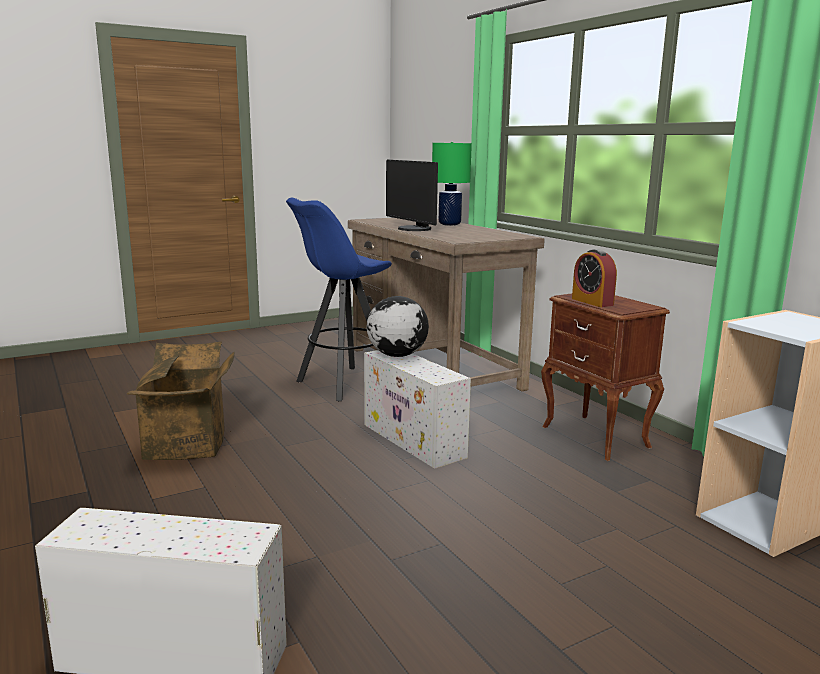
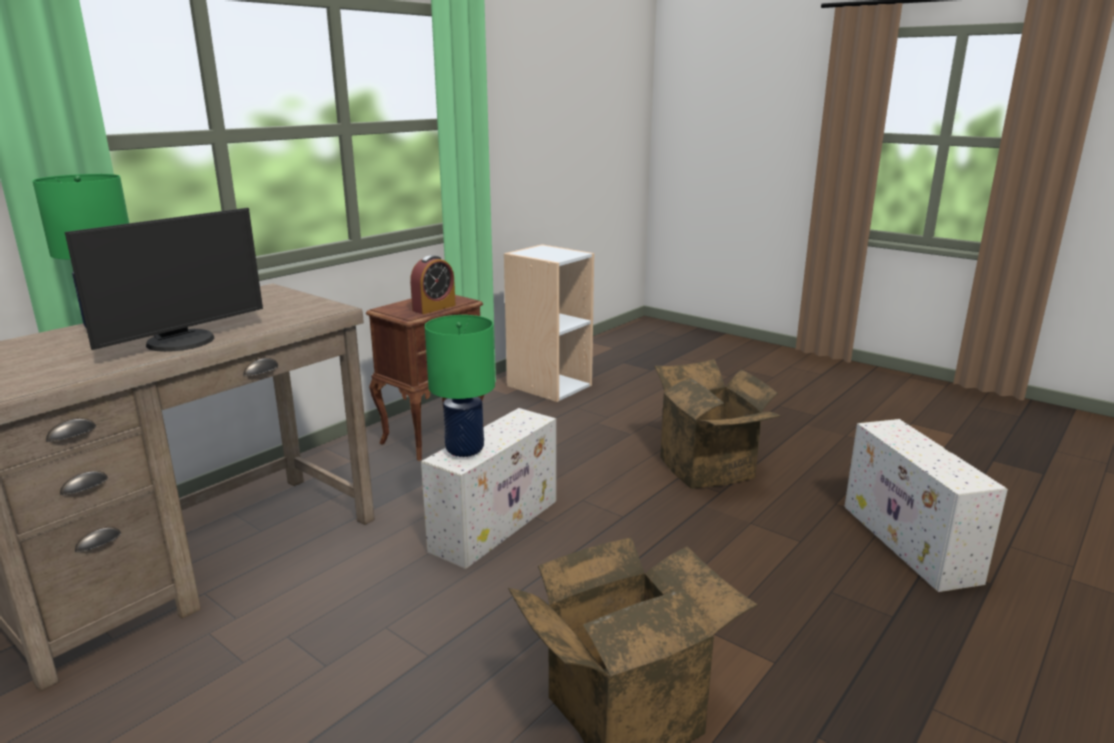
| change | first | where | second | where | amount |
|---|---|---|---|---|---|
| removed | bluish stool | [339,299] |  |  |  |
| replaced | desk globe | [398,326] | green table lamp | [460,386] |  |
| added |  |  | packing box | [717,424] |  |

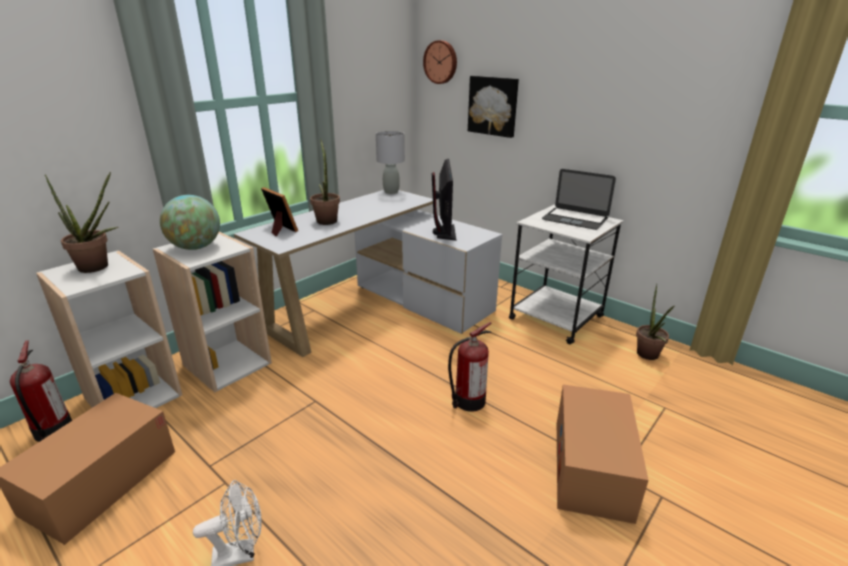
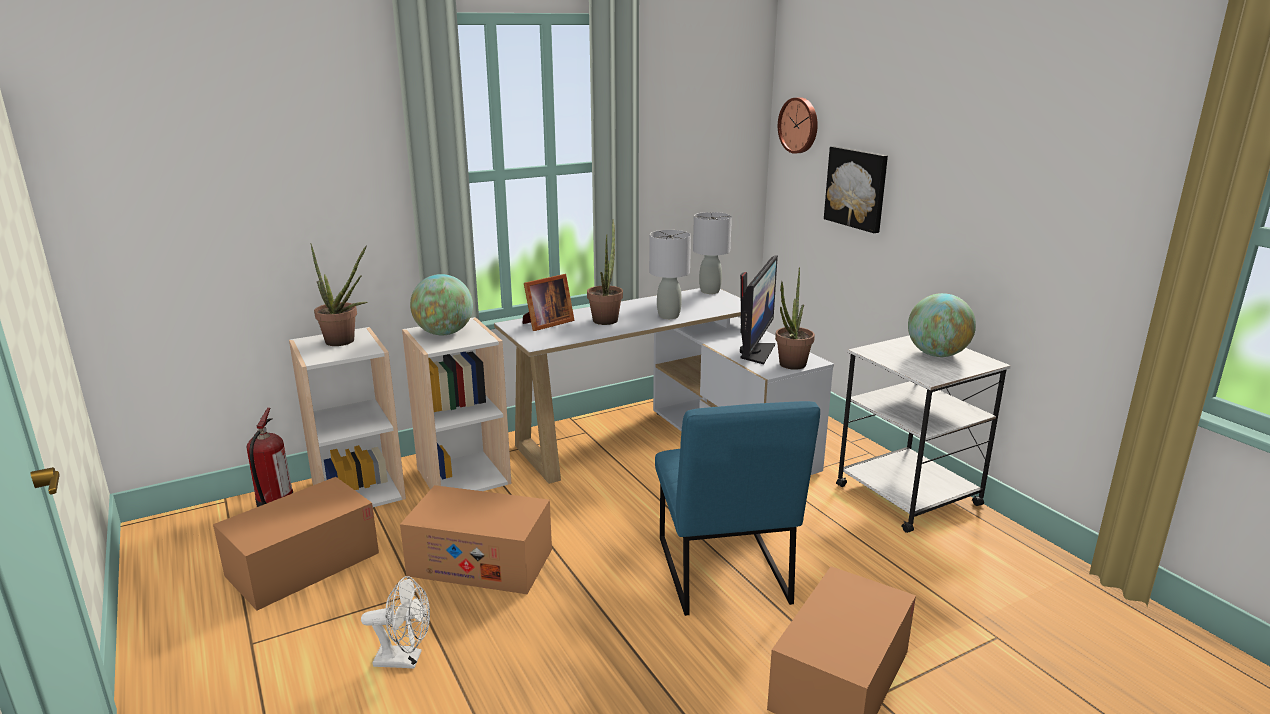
| change | first | where | second | where | amount |
|---|---|---|---|---|---|
| replaced | laptop | [579,199] | desk globe | [942,325] |  |
| turned | photo frame | [279,212] |  | [549,302] | 75 degrees clockwise |
| moved | potted plant | [655,322] |  | [795,318] |  |
| replaced | fire extinguisher | [470,367] | bluish plain chair | [737,508] |  |
| added |  |  | gray table lamp | [670,274] |  |
| added |  |  | packing box | [476,539] |  |

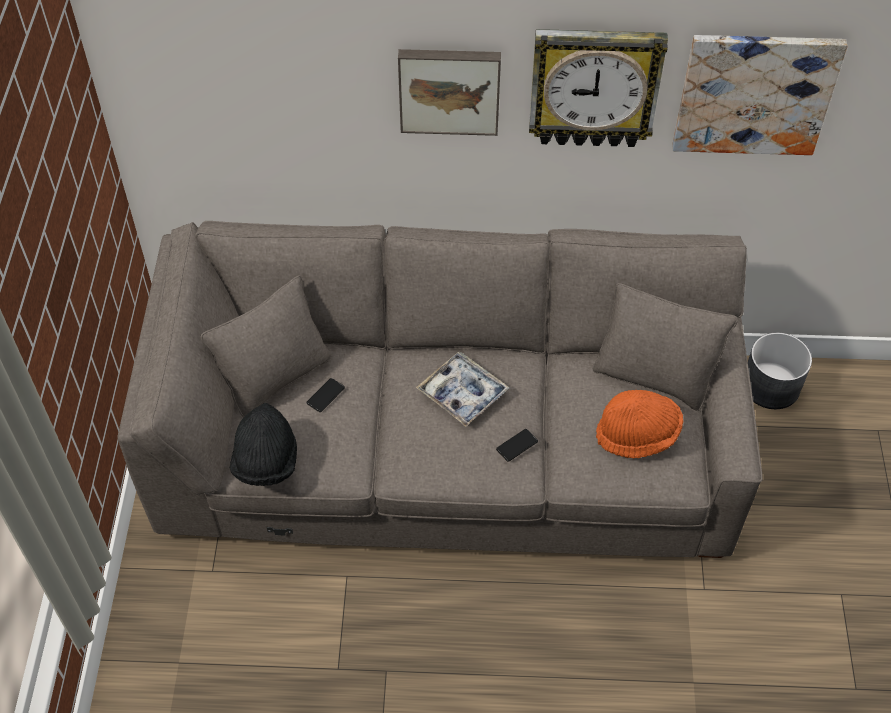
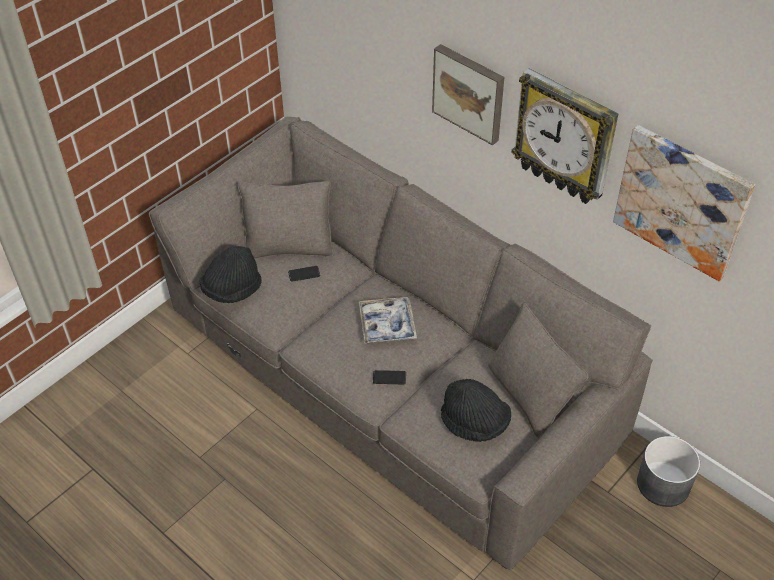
| change | first | where | second | where | amount |
|---|---|---|---|---|---|
| recoloured | orangey hat | [639,424] | blackish hat | [476,410] |  |

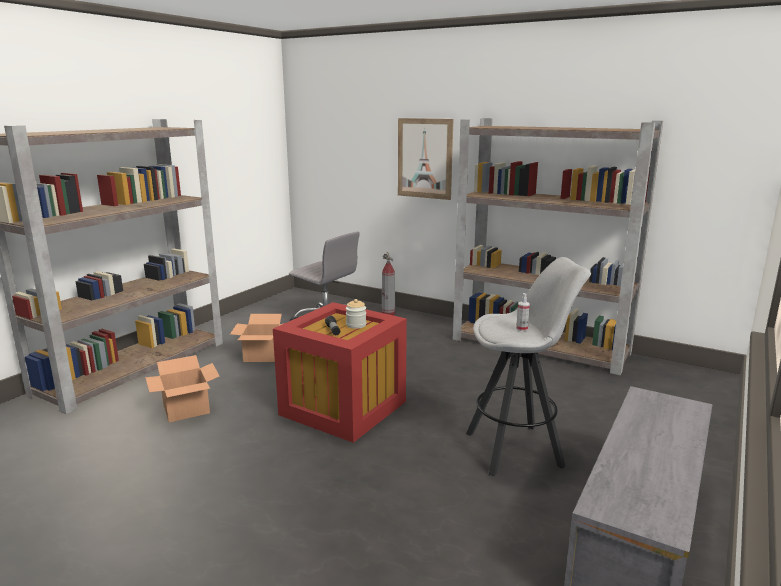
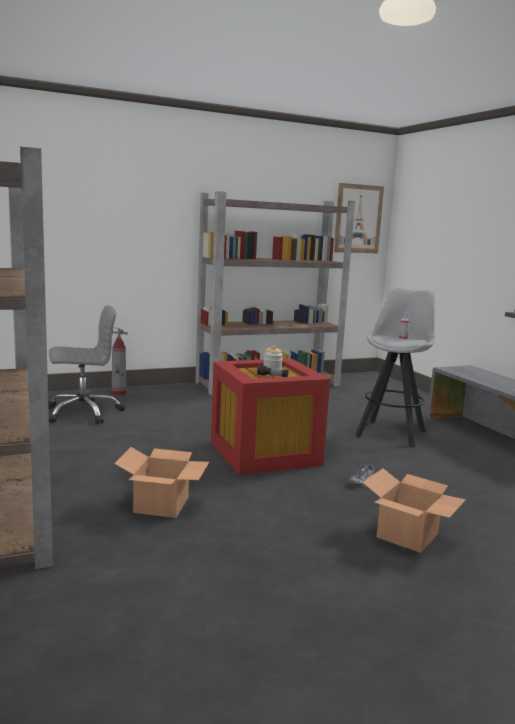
| change | first | where | second | where | amount |
|---|---|---|---|---|---|
| moved | wall picture | [425,159] |  | [359,218] |  |
| moved | packing box | [256,338] |  | [413,510] |  |
| added |  |  | low shoe | [361,474] |  |

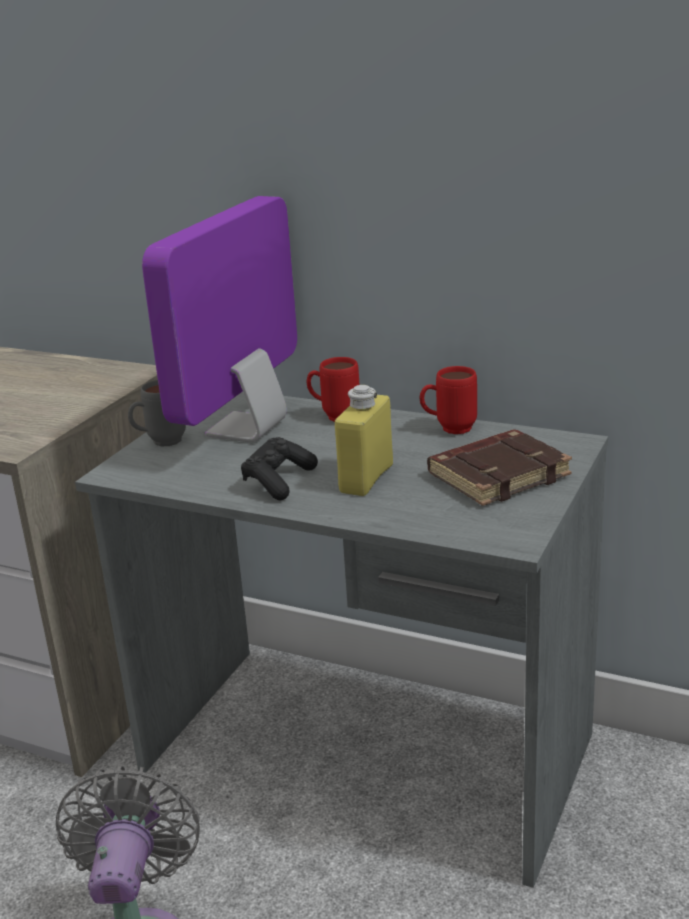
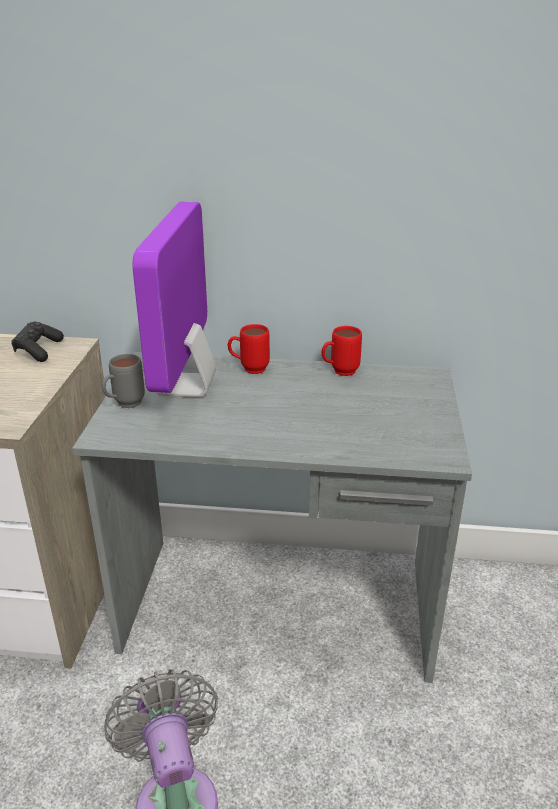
| change | first | where | second | where | amount |
|---|---|---|---|---|---|
| removed | yellow beverage bottle | [364,440] |  |  |  |
| removed | brown-coloured volume | [499,467] |  |  |  |
| moved | blackish gamepad | [279,468] |  | [38,341] |  |

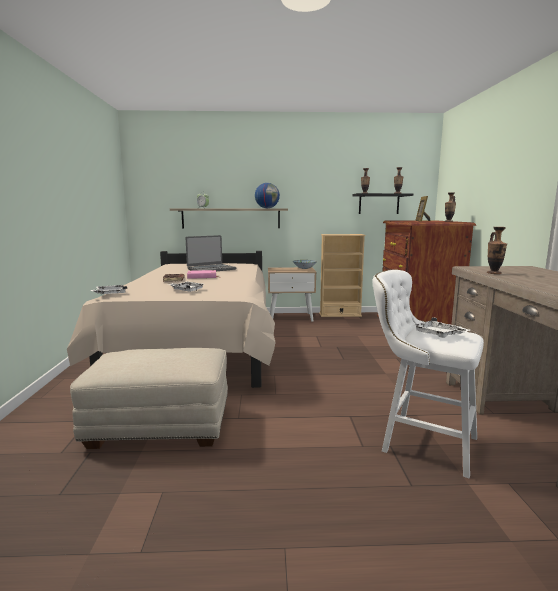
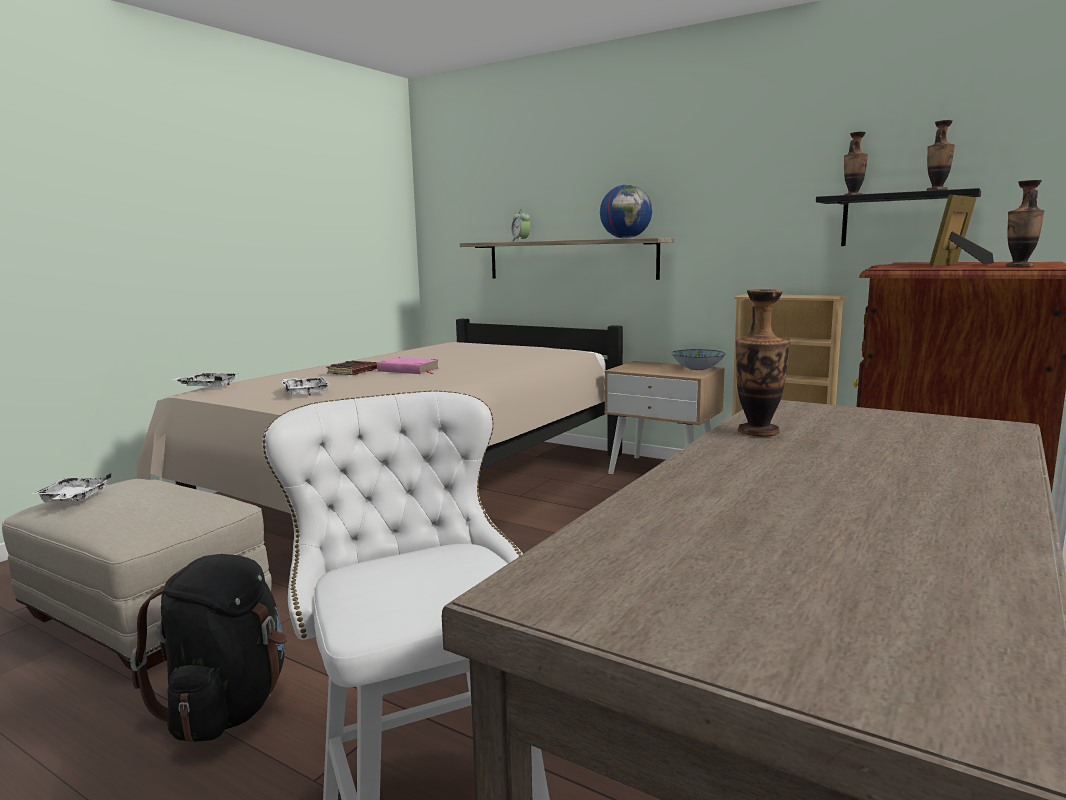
| change | first | where | second | where | amount |
|---|---|---|---|---|---|
| removed | laptop | [211,253] |  |  |  |
| moved | white carrying tray | [442,327] |  | [71,487] |  |
| added |  |  | blackish rucksack | [209,648] |  |

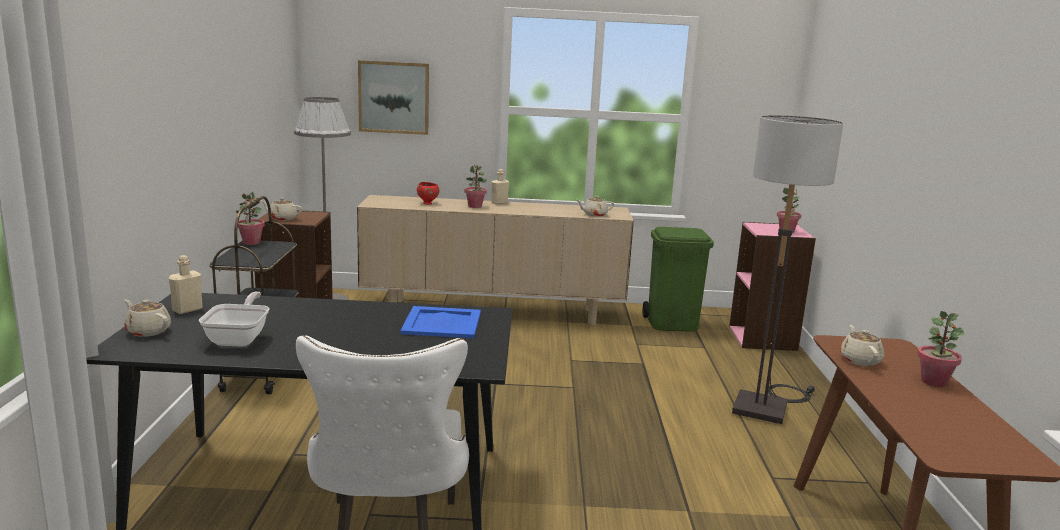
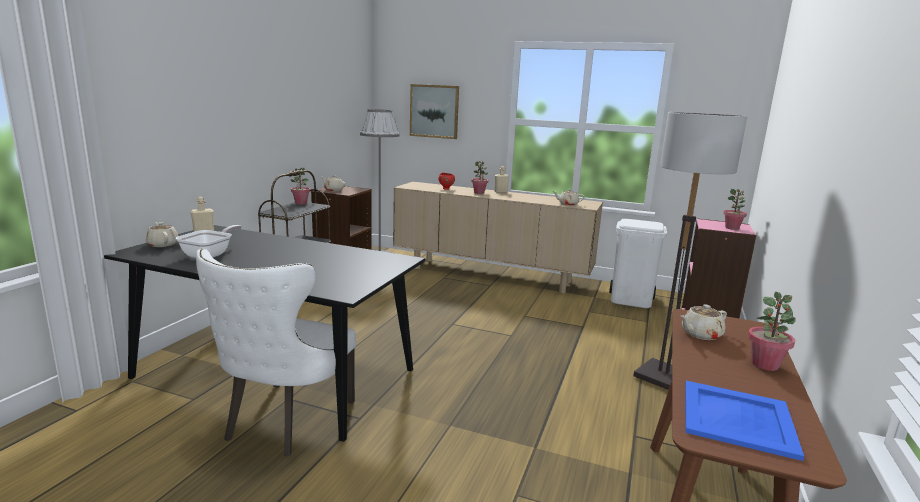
| change | first | where | second | where | amount |
|---|---|---|---|---|---|
| recoloured | green rubbish bin | [678,279] | white rubbish bin | [638,263] |  |
| moved | bluish carrying tray | [440,322] |  | [744,421] |  |
| turned | beige teapot | [862,345] |  | [704,322] | 135 degrees counterclockwise |

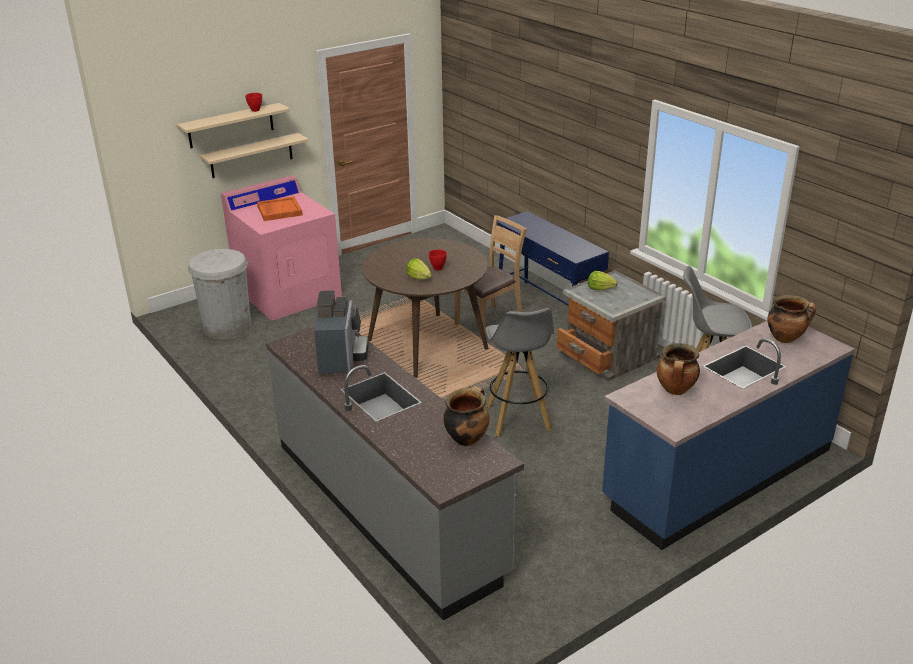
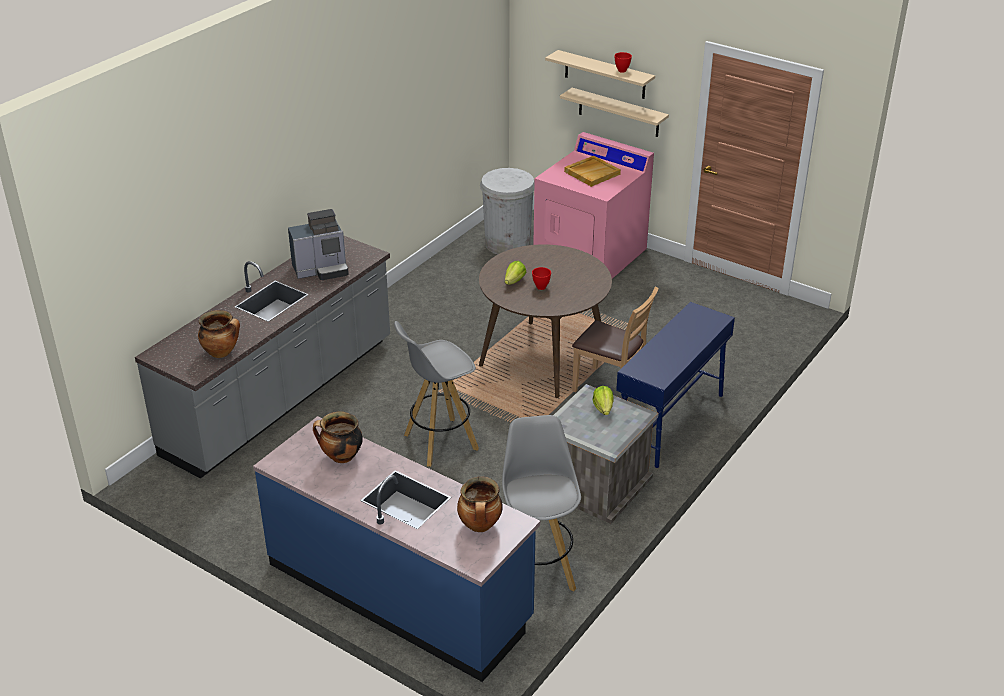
| change | first | where | second | where | amount |
|---|---|---|---|---|---|
| recoloured | orangey carrying tray | [280,209] | beige carrying tray | [592,171] |  |

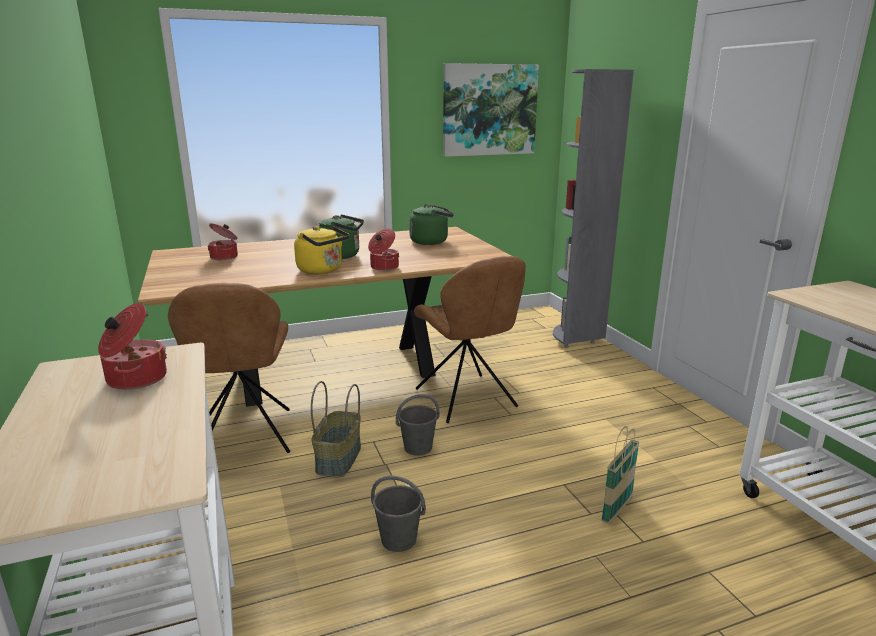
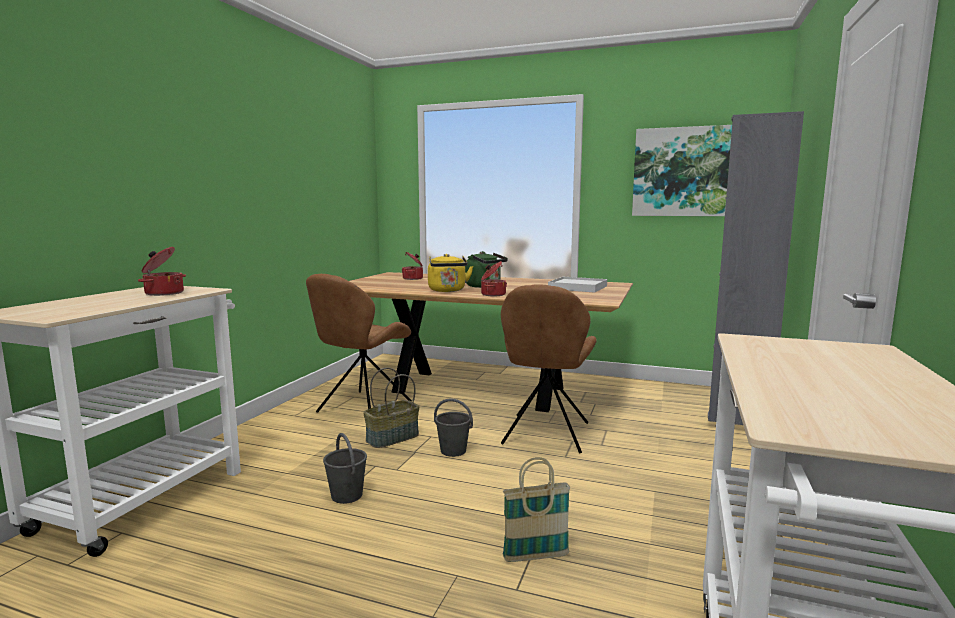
| change | first | where | second | where | amount |
|---|---|---|---|---|---|
| replaced | green kettle | [431,224] | white carrying tray | [577,285] |  |

